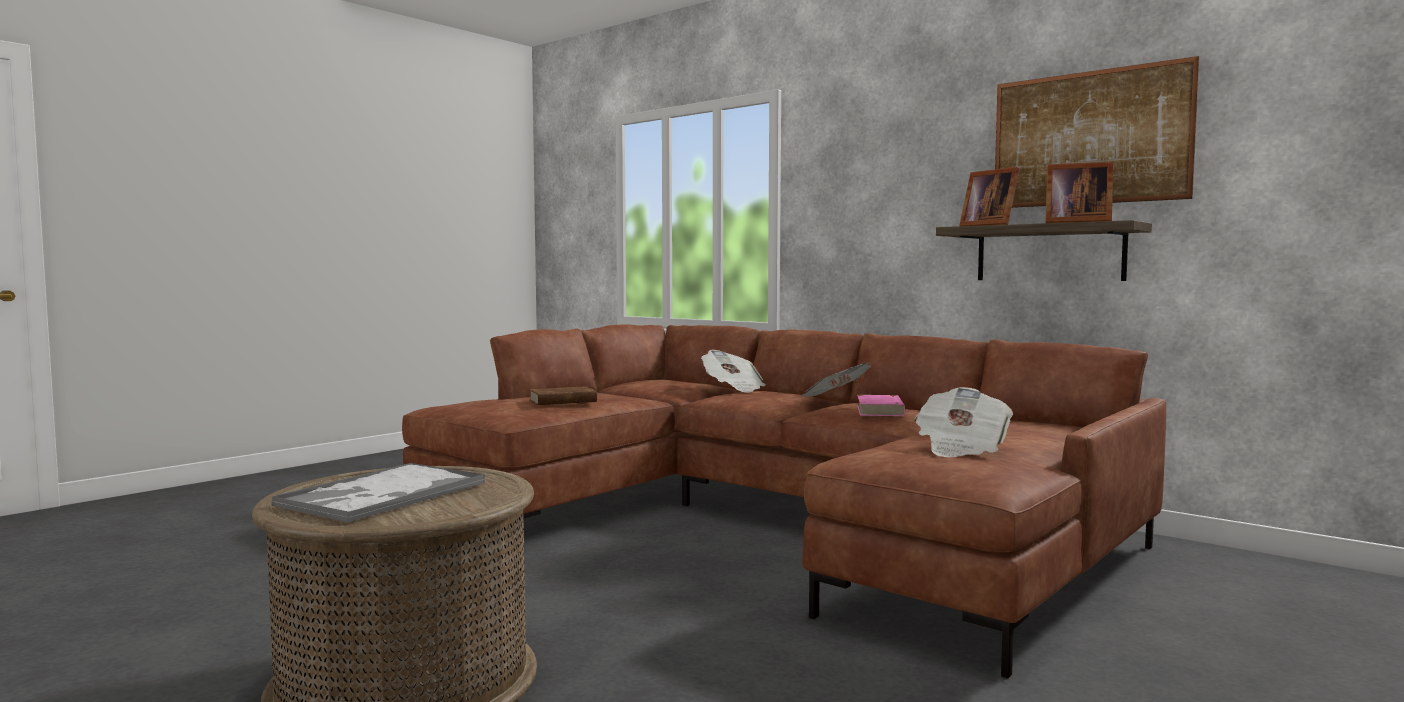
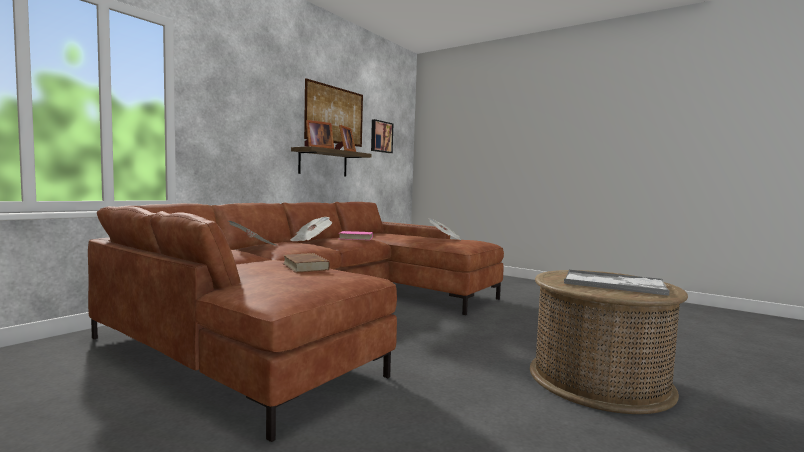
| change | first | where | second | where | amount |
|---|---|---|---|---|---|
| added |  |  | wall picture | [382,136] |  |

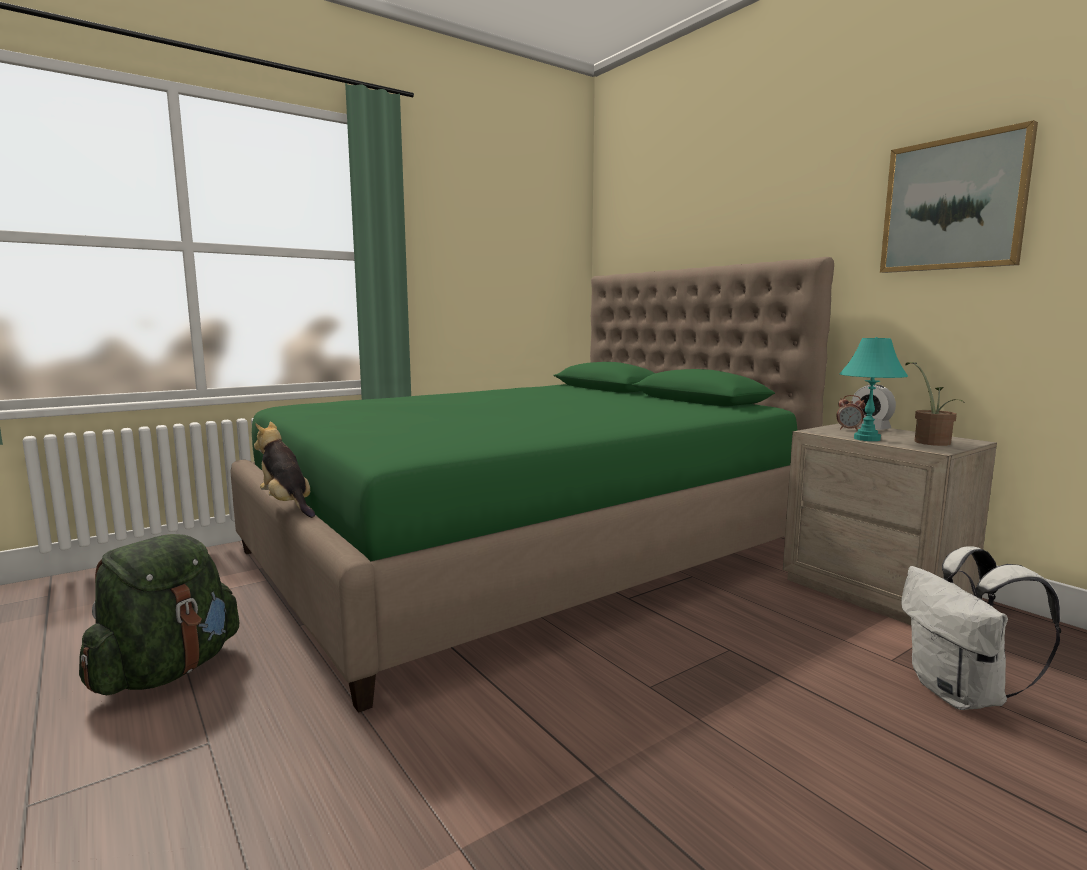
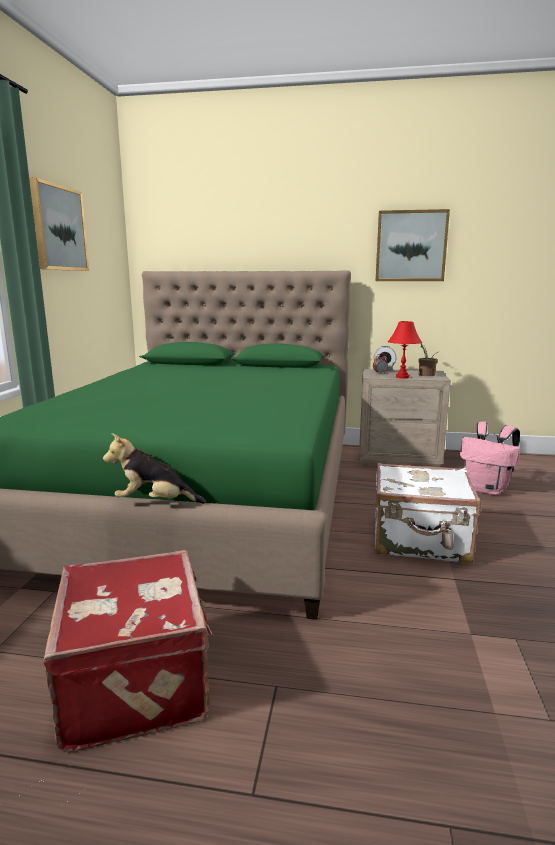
| change | first | where | second | where | amount |
|---|---|---|---|---|---|
| recoloured | turquoise-coloured table lamp | [873,389] | reddish table lamp | [405,350] |  |
| replaced | green rucksack | [159,614] | reddish suitcase | [127,651] |  |
| recoloured | white rucksack | [981,628] | pink-coloured rucksack | [490,458] |  |
| added |  |  | wall picture | [59,224] |  |
| added |  |  | white suitcase | [428,513] |  |

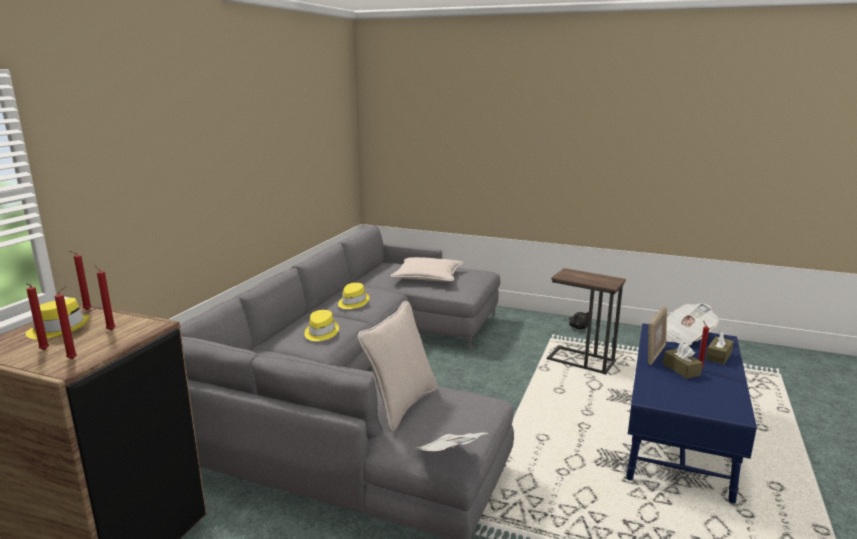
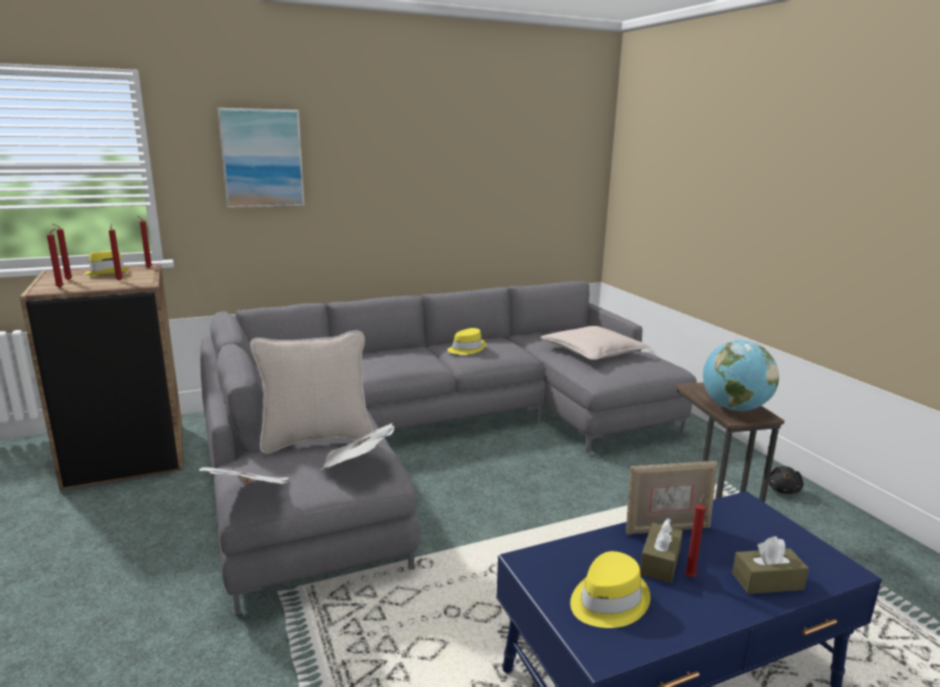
| change | first | where | second | where | amount |
|---|---|---|---|---|---|
| moved | printed paper | [692,324] |  | [357,446] |  |
| moved | yellow hat | [321,325] |  | [610,589] |  |
| added |  |  | wall picture | [261,158] |  |
| added |  |  | desk globe | [741,375] |  |

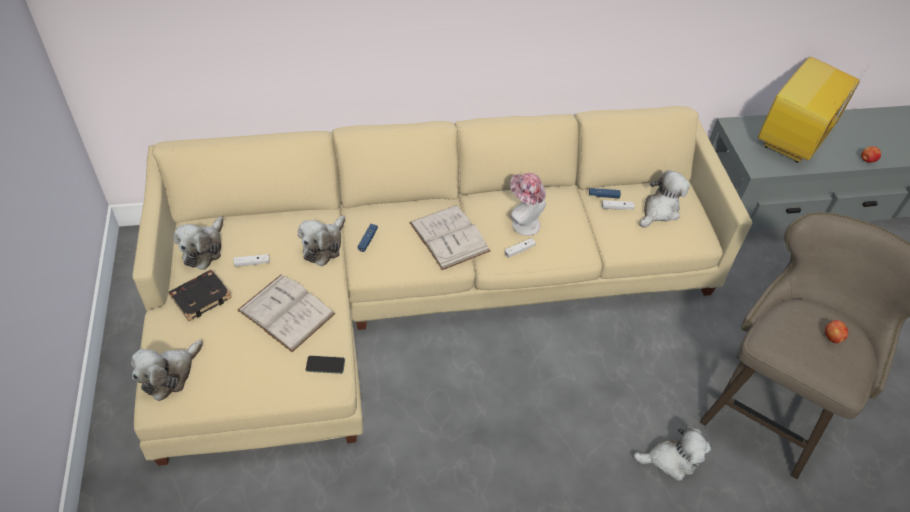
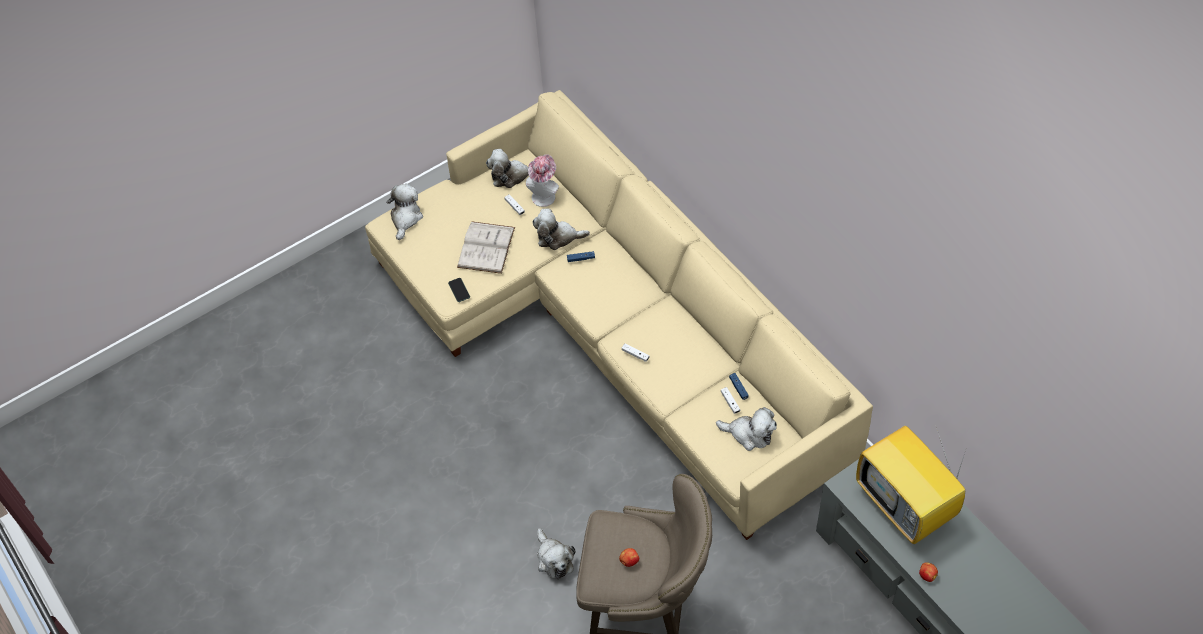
| change | first | where | second | where | amount |
|---|---|---|---|---|---|
| turned | television | [815,110] |  | [911,485] | 135 degrees counterclockwise |
| moved | hat | [528,204] |  | [542,180] |  |
| removed | white volume | [449,237] |  |  |  |
| removed | blackish volume | [200,296] |  |  |  |
| turned | soft toy | [167,370] |  | [404,212] | 90 degrees clockwise |

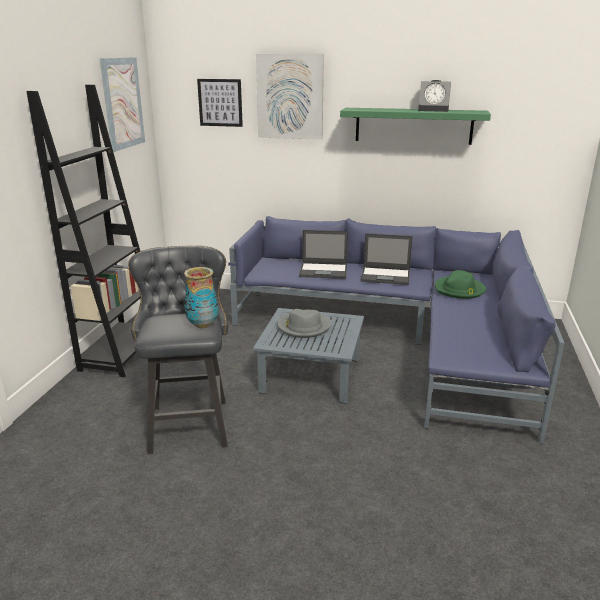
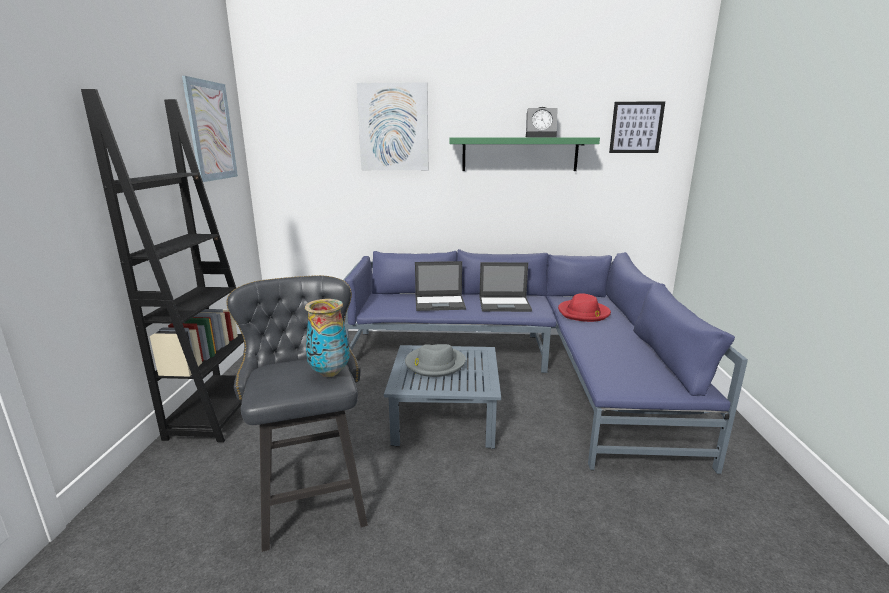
| change | first | where | second | where | amount |
|---|---|---|---|---|---|
| moved | wall picture | [220,103] |  | [637,127] |  |
| recoloured | green hat | [460,284] | reddish hat | [584,307] |  |

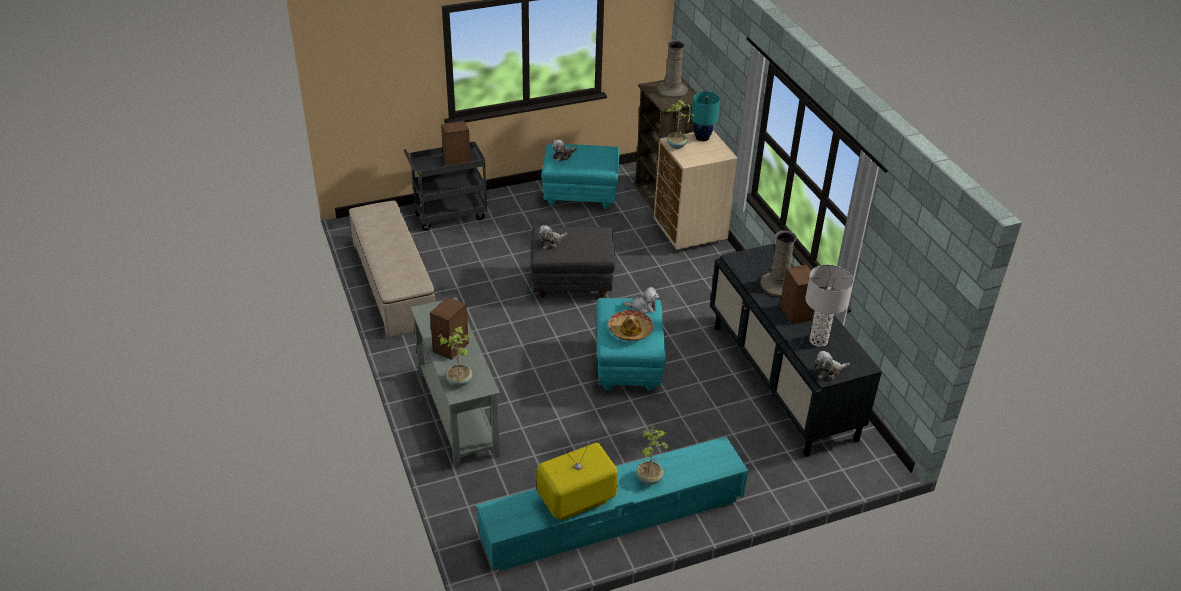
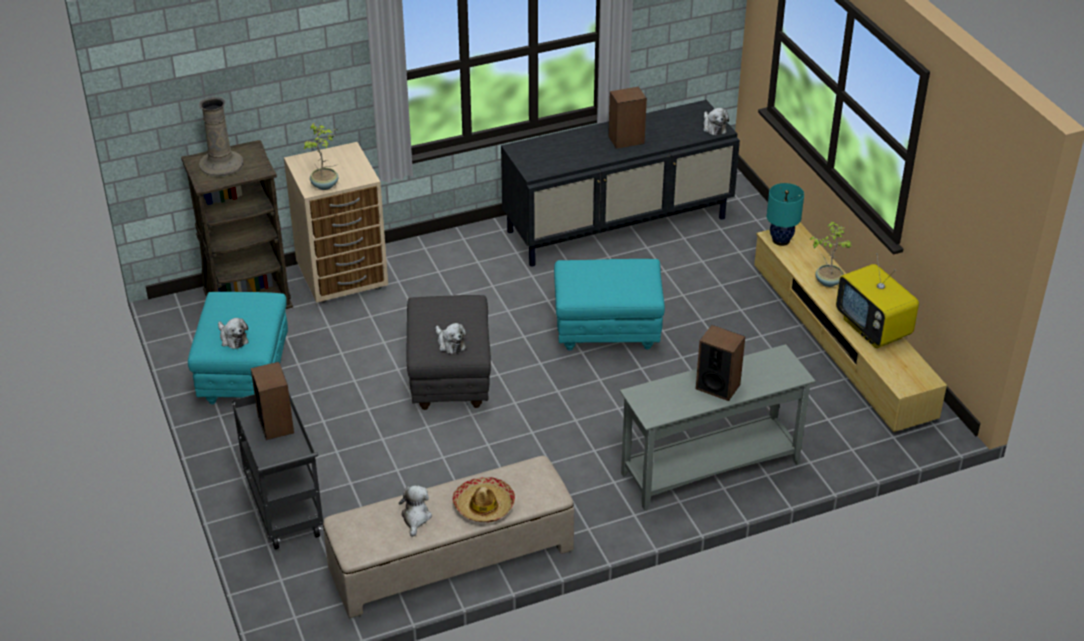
| change | first | where | second | where | amount |
|---|---|---|---|---|---|
| moved | turquoise-coloured table lamp | [705,116] |  | [785,214] |  |
| removed | beige decorative vase | [778,263] |  |  |  |
| removed | white table lamp | [829,306] |  |  |  |
| moved | soft toy | [641,300] |  | [415,511] |  |
| moved | hat | [630,325] |  | [483,500] |  |
| removed | potted plant | [455,357] |  |  |  |
| recoloured | turquoise-coloured tv unit | [612,503] | beige tv unit | [850,327] |  |

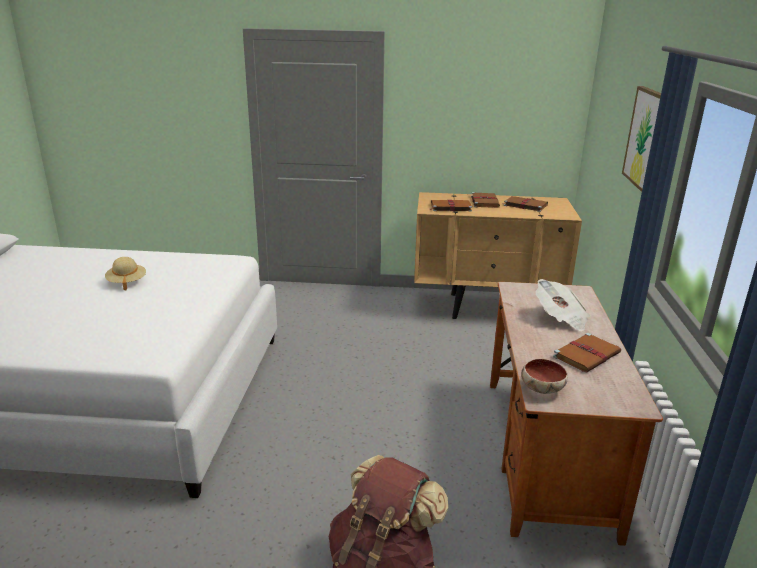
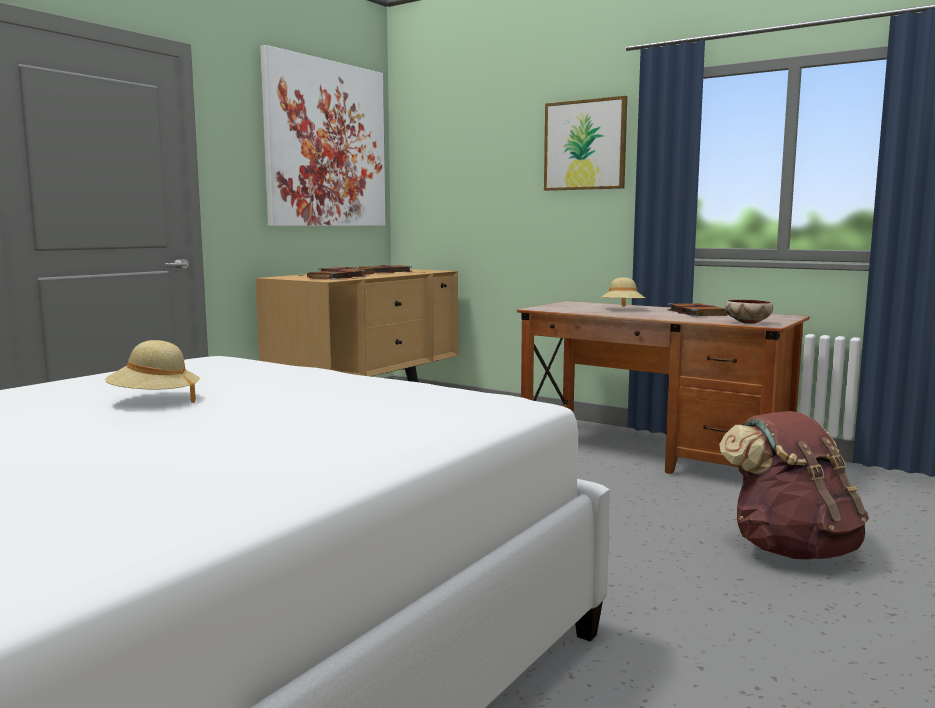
| change | first | where | second | where | amount |
|---|---|---|---|---|---|
| replaced | printed paper | [563,305] | beige hat | [622,292] |  |
| added |  |  | wall picture | [323,135] |  |

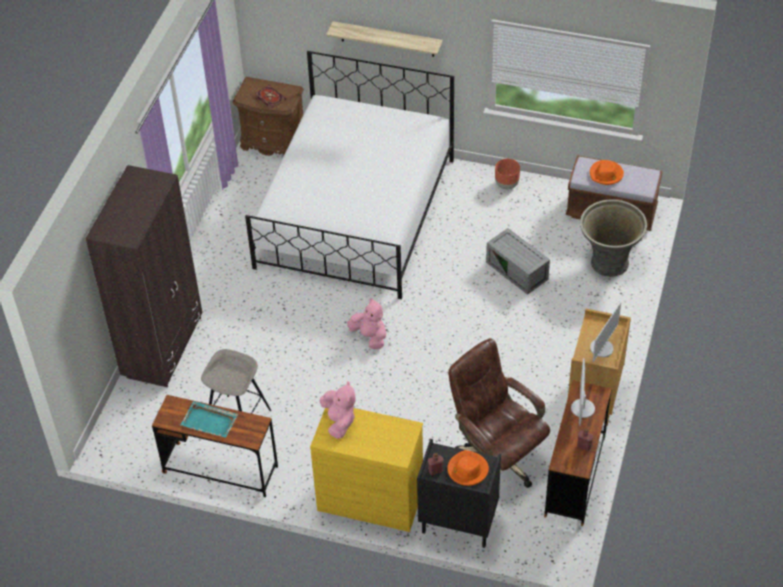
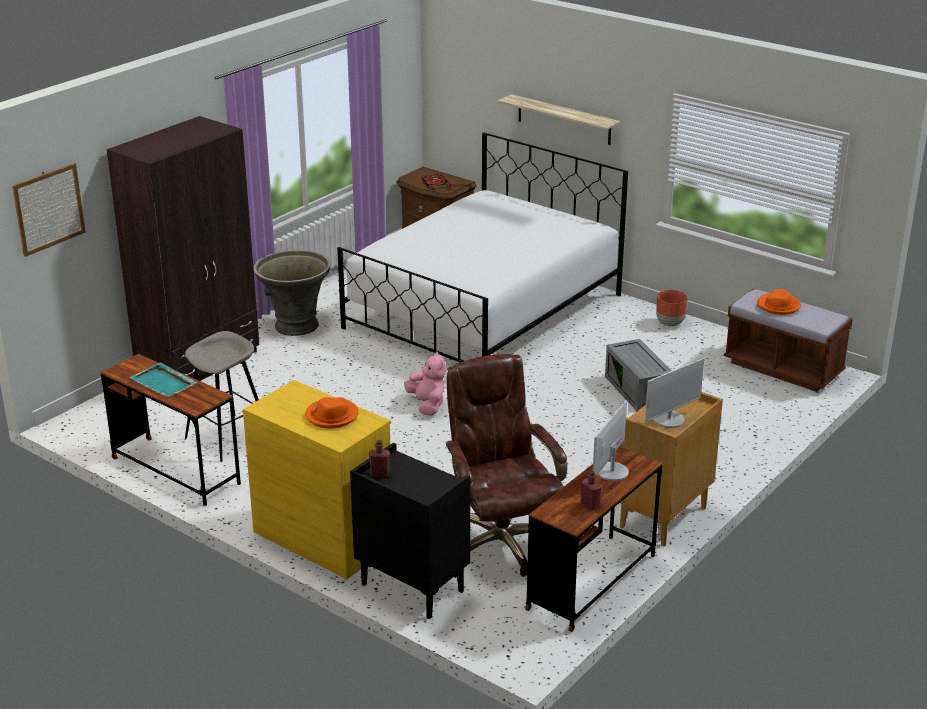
| change | first | where | second | where | amount |
|---|---|---|---|---|---|
| moved | gray planter | [613,238] |  | [292,293] |  |
| removed | pink-coloured soft toy | [338,410] |  |  |  |
| moved | orangey hat | [468,468] |  | [332,412] |  |
| added |  |  | wall picture | [49,210] |  |

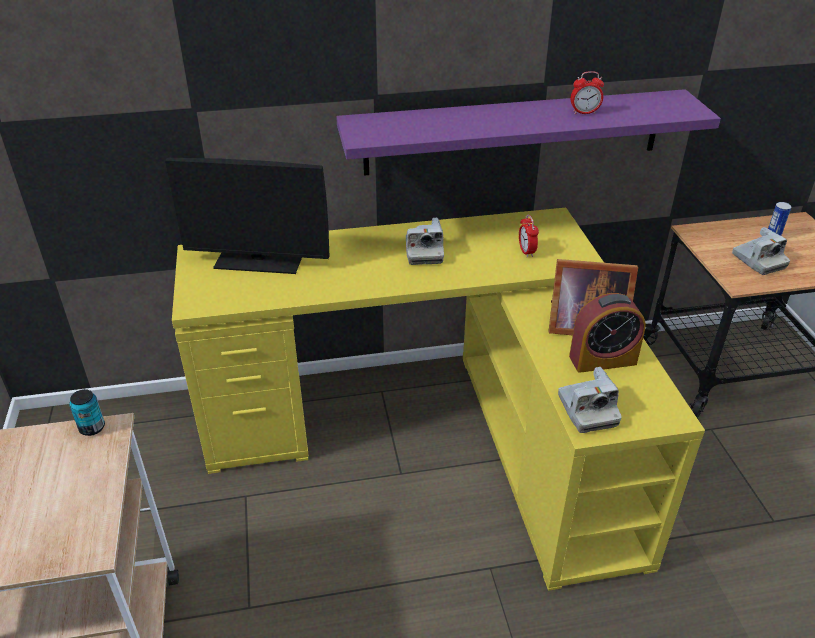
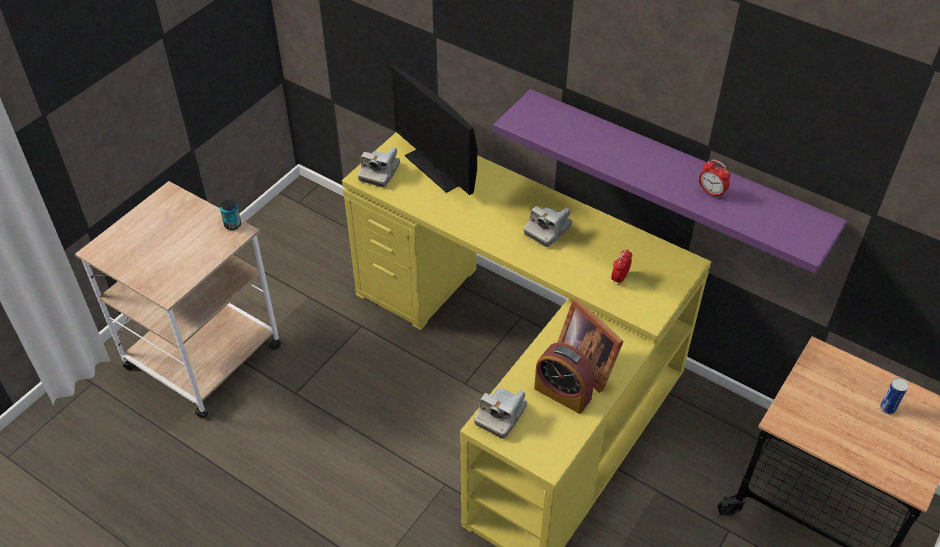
| change | first | where | second | where | amount |
|---|---|---|---|---|---|
| moved | still camera | [761,251] |  | [379,167] |  |

